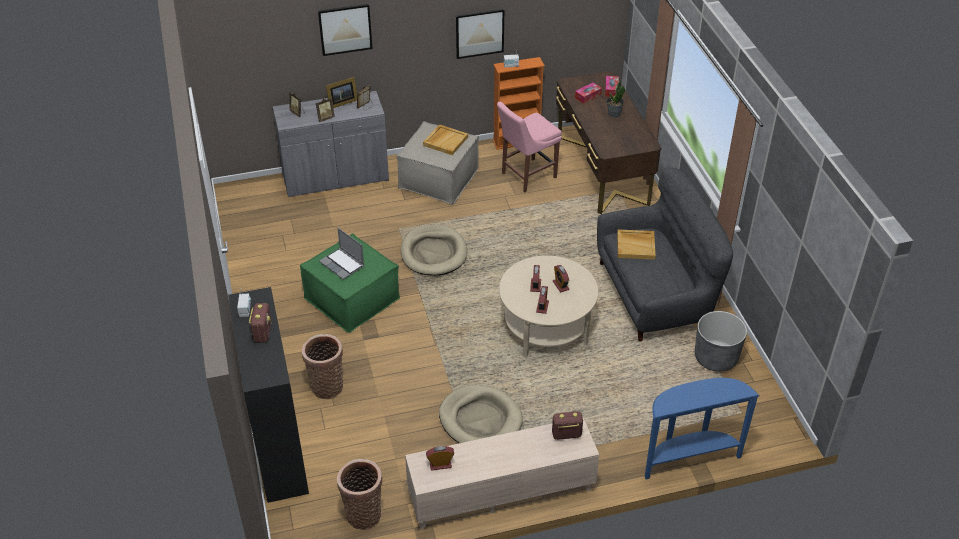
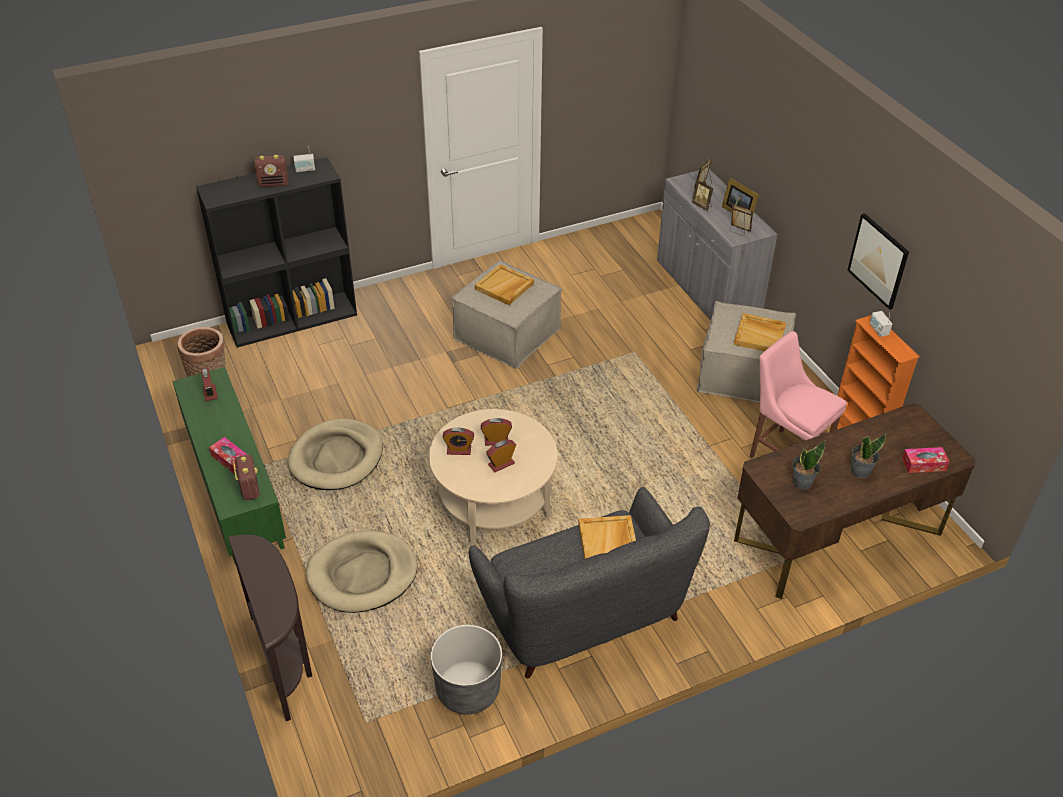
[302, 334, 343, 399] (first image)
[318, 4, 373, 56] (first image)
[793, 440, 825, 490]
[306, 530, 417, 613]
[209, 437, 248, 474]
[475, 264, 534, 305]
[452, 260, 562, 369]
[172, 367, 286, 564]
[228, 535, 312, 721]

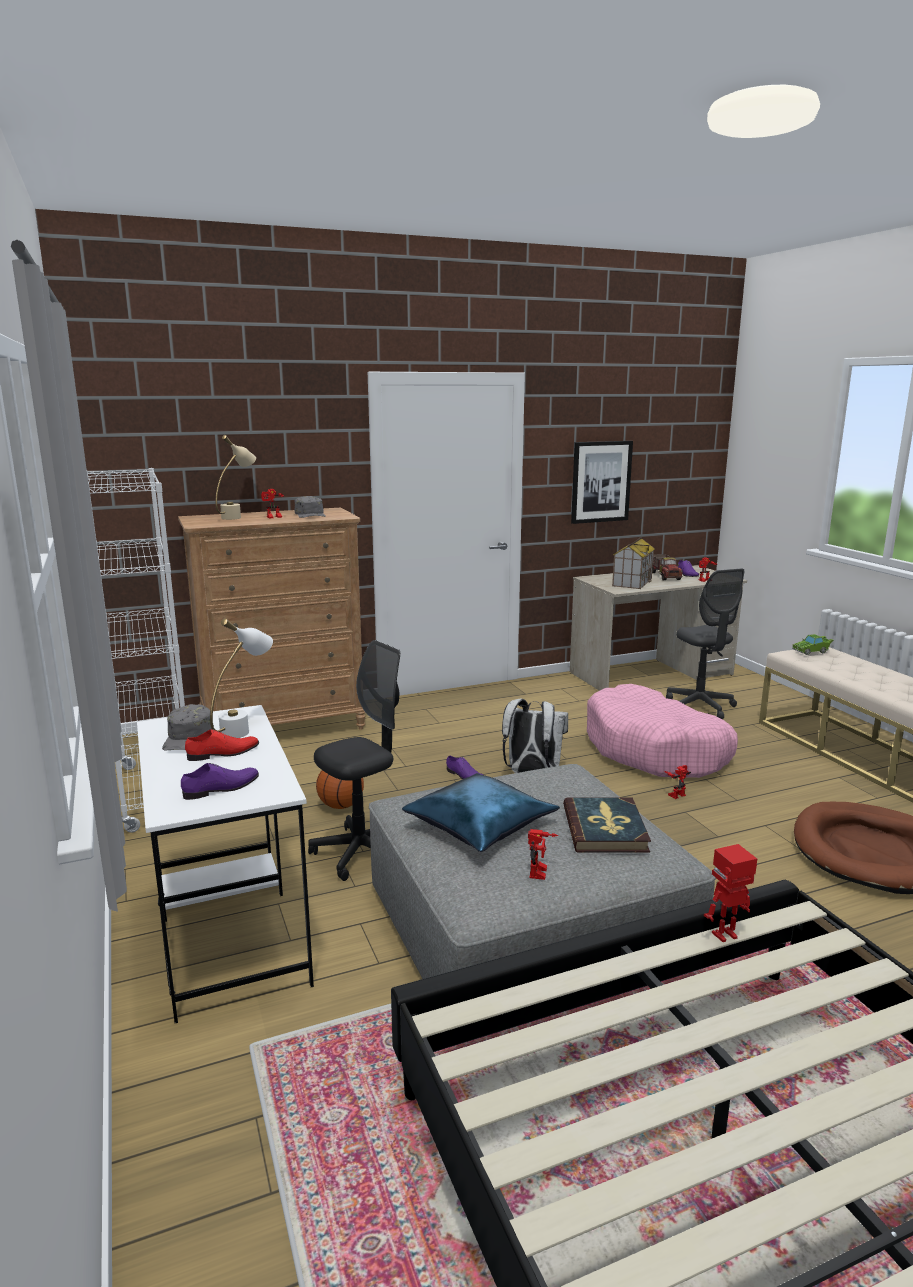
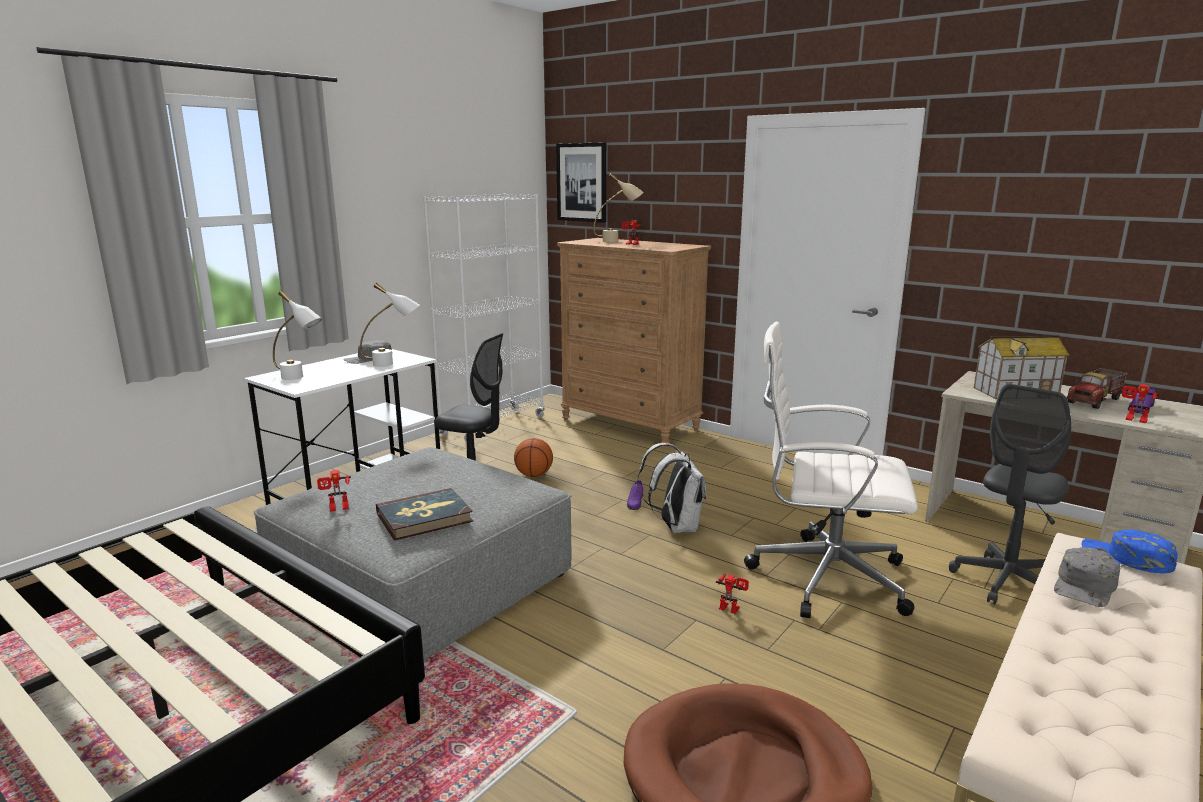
[185, 729, 259, 761] (first image)
[402, 773, 560, 852] (first image)
[704, 844, 757, 942] (first image)
[1054, 547, 1121, 607]
[556, 142, 606, 223]
[273, 290, 322, 380]
[744, 322, 918, 618]
[1081, 530, 1178, 573]

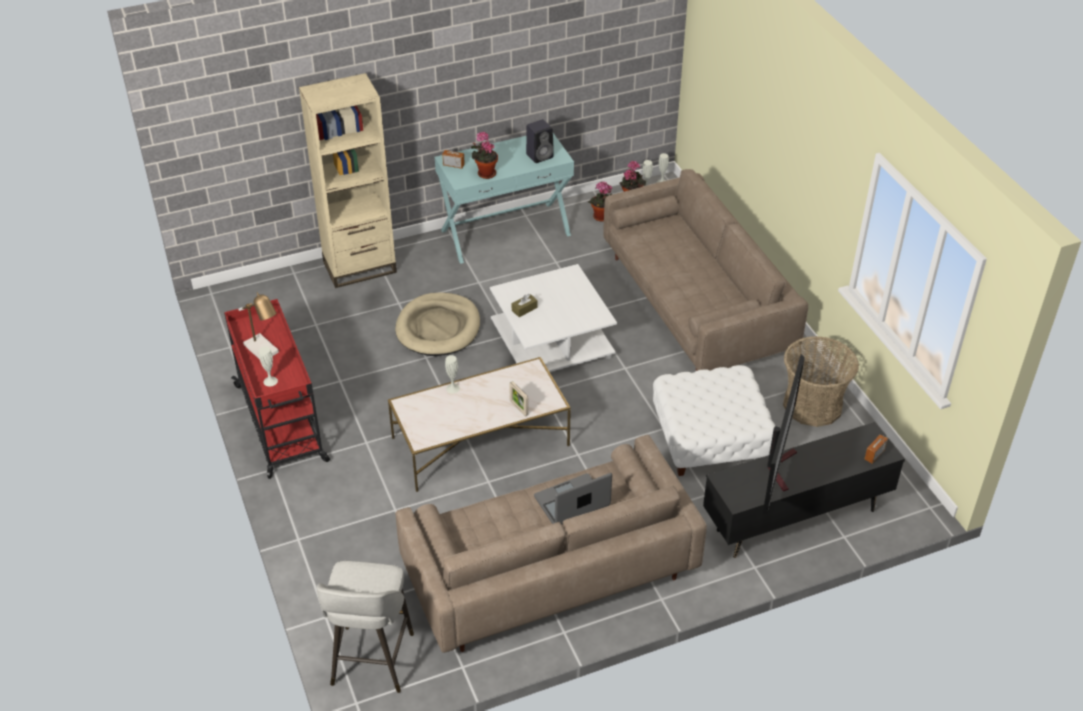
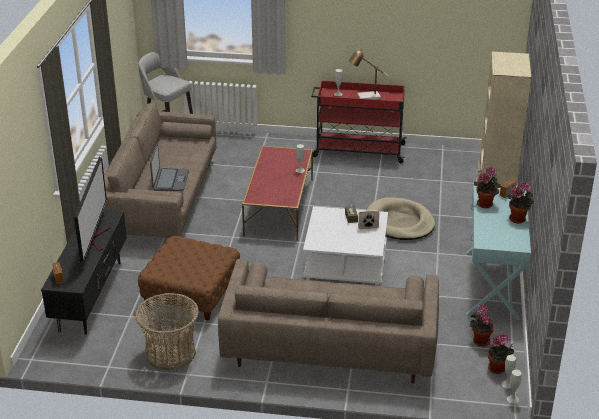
[526, 119, 554, 163] (first image)
[508, 182, 534, 223]
[358, 210, 379, 229]
[242, 146, 313, 241]
[138, 236, 240, 321]
[74, 157, 110, 263]

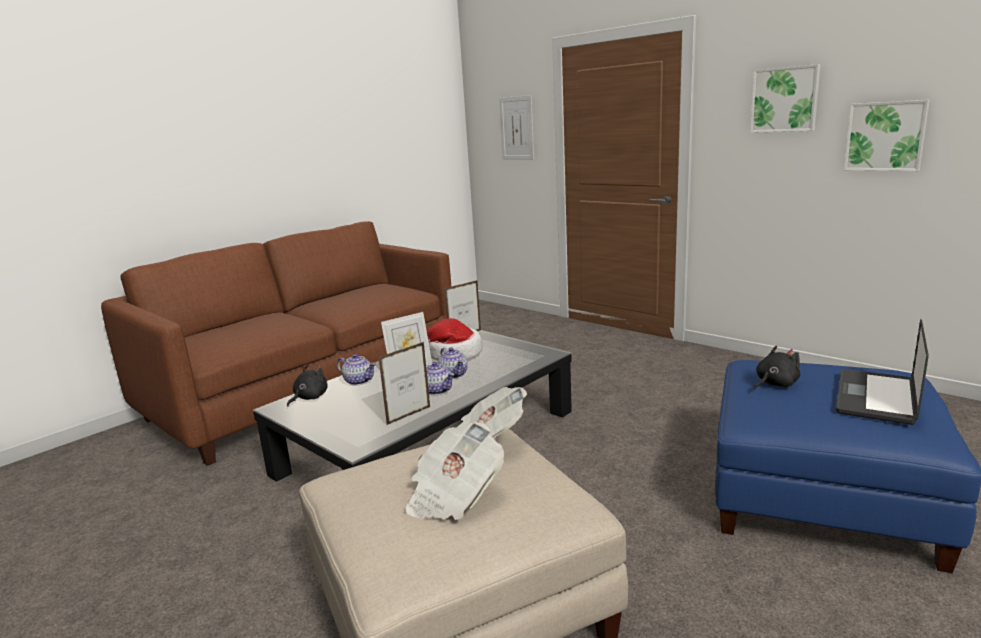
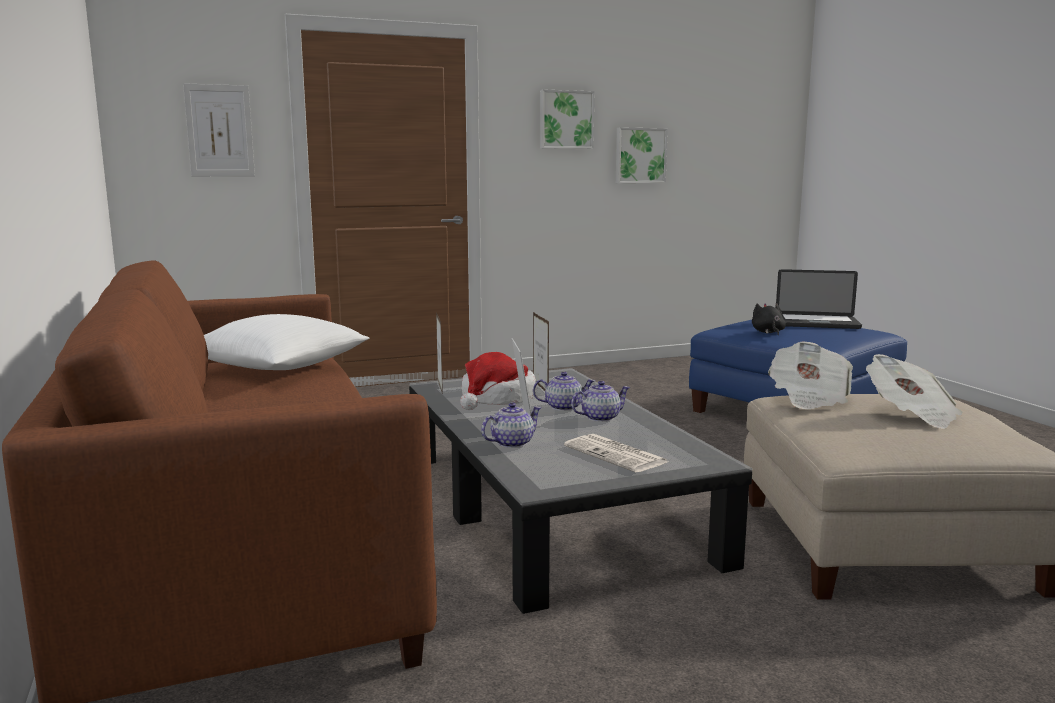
[287, 365, 328, 407] (first image)
[204, 314, 370, 370]
[564, 434, 668, 472]
[533, 312, 549, 391]
[776, 269, 862, 329]

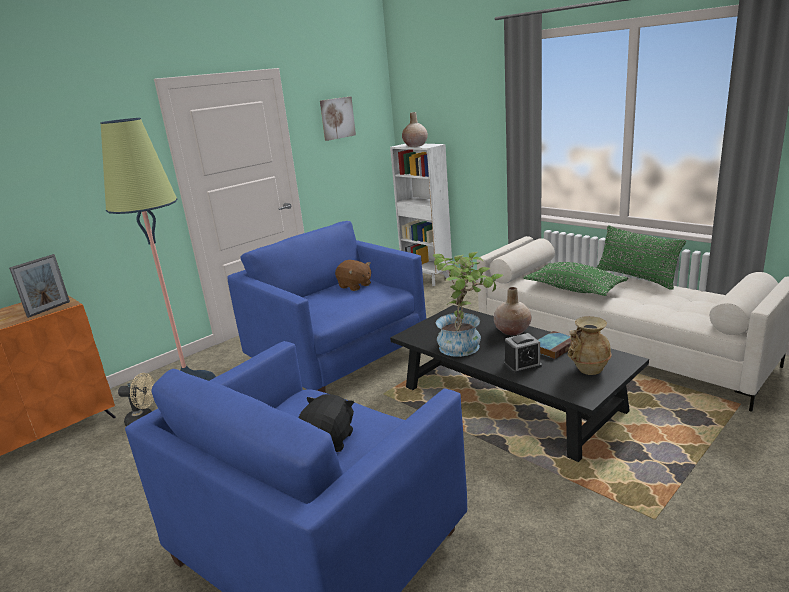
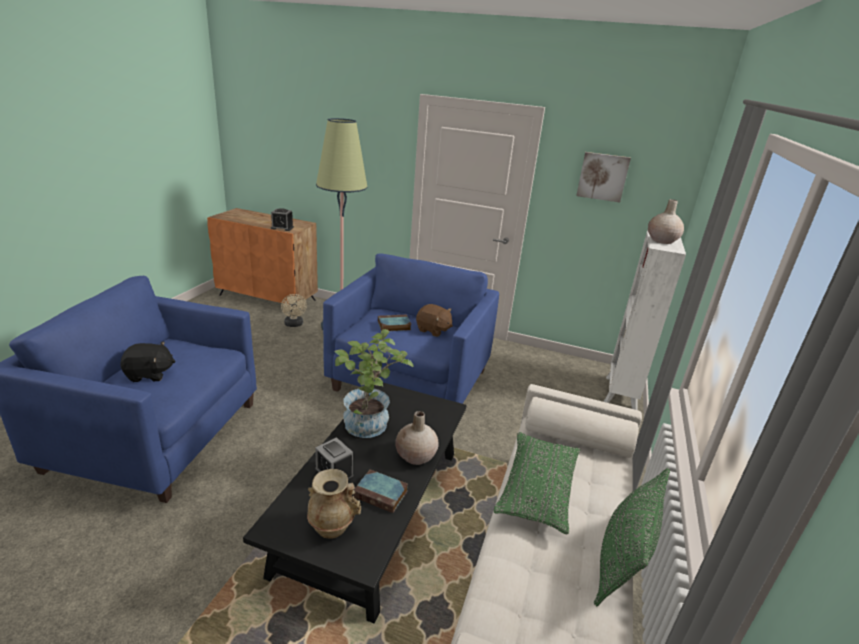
[378, 314, 411, 331]
[271, 208, 294, 231]
[416, 304, 453, 337]

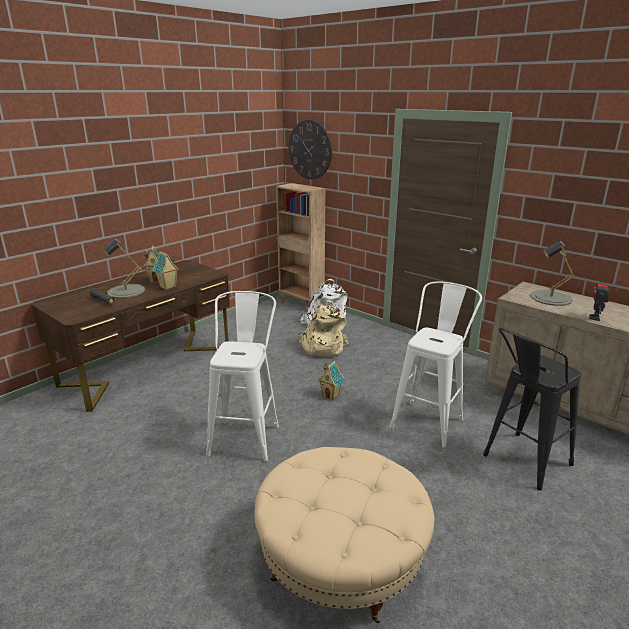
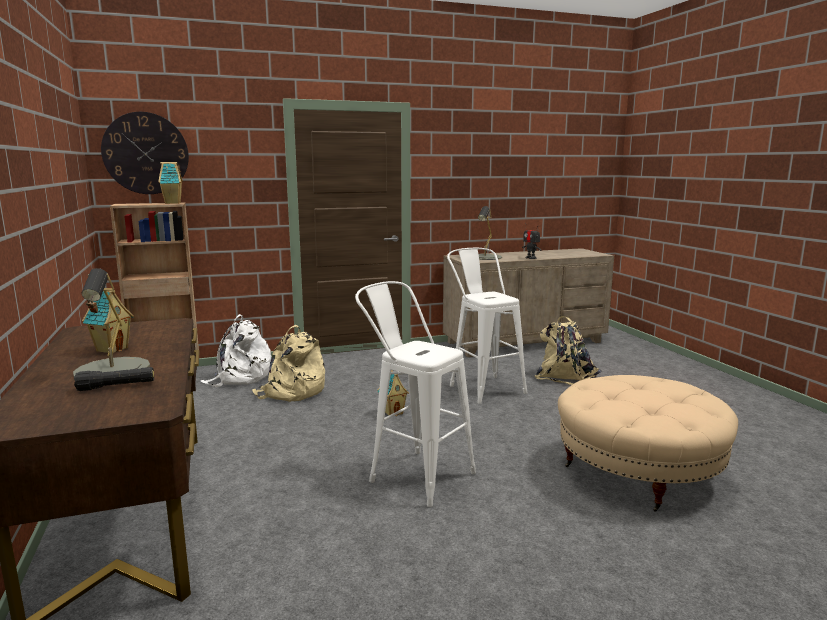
[158, 162, 183, 204]
[535, 316, 602, 385]

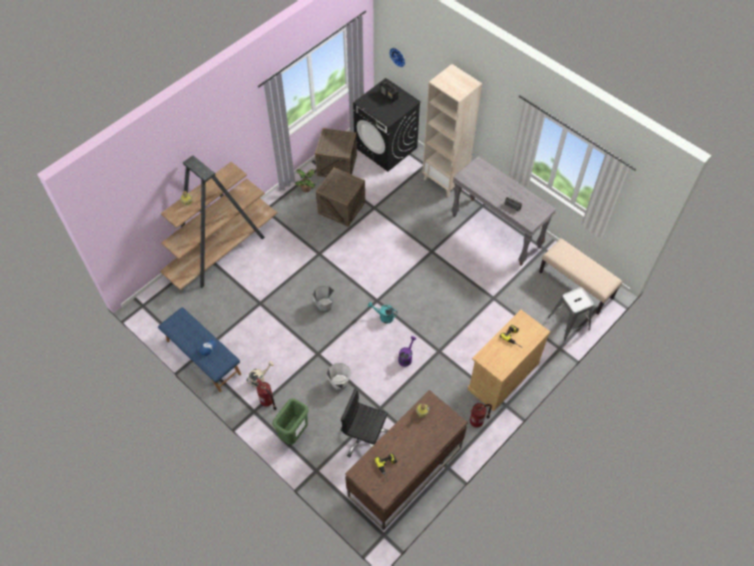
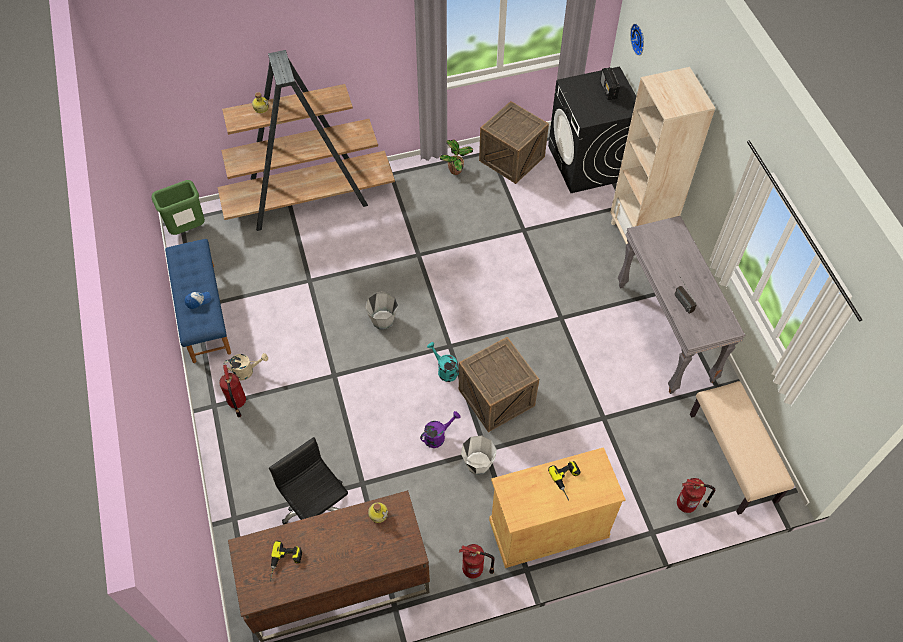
[151, 180, 205, 235]
[459, 337, 539, 432]
[461, 436, 497, 475]
[677, 478, 715, 513]

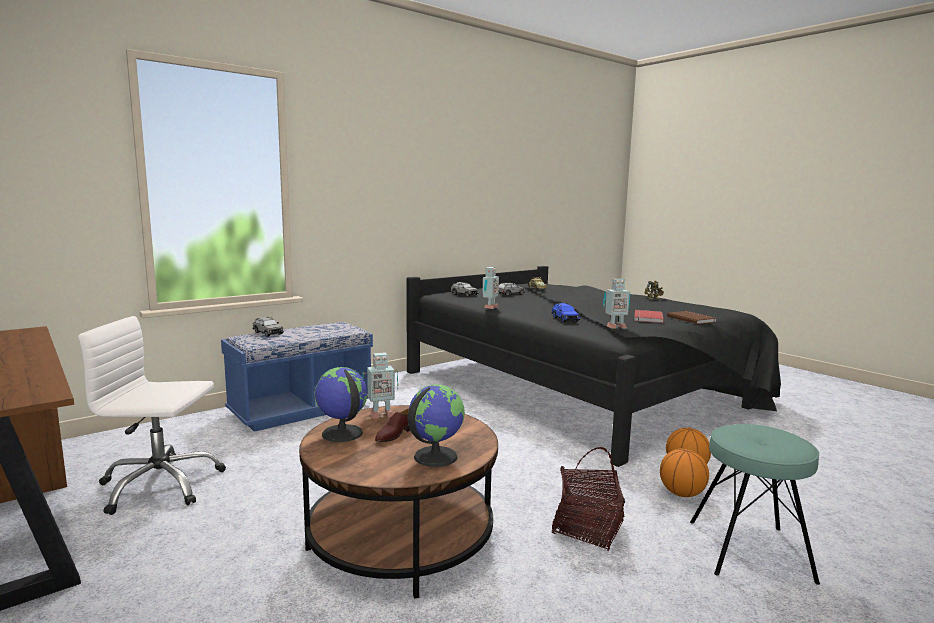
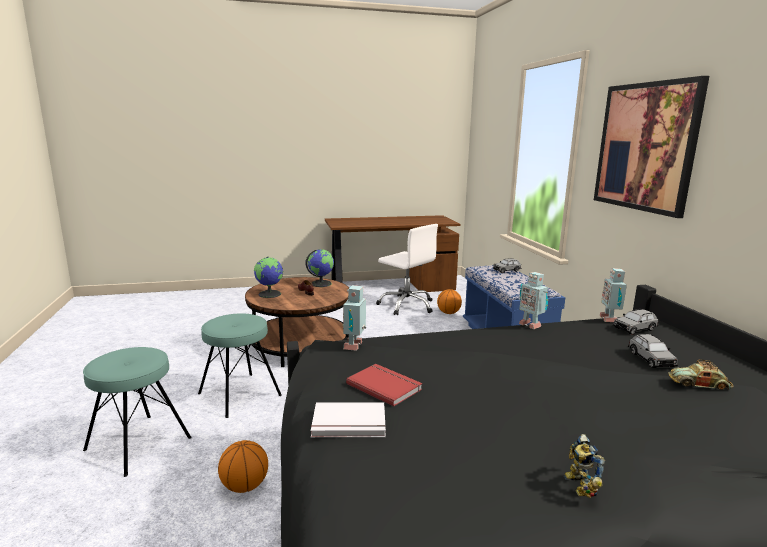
[551, 303, 580, 322] (first image)
[594, 76, 709, 218]
[599, 268, 627, 322]
[437, 289, 462, 314]
[198, 313, 282, 418]
[311, 402, 386, 437]
[376, 224, 438, 315]

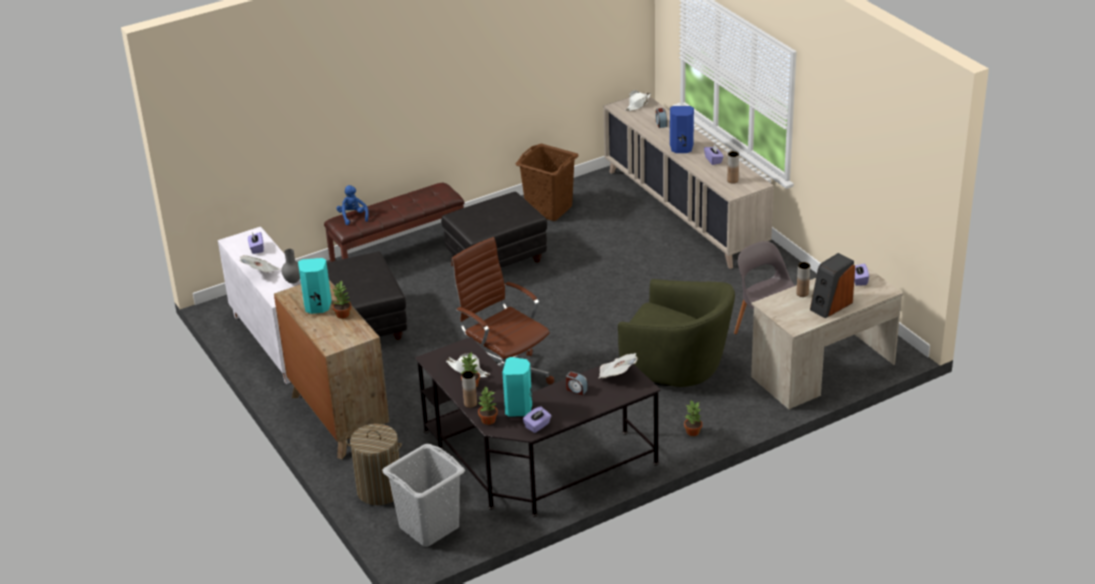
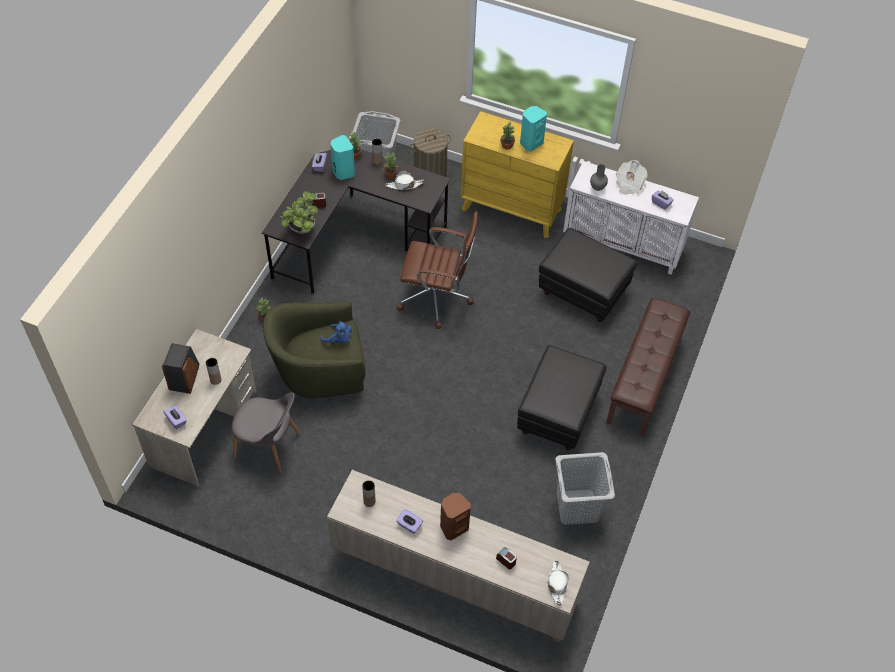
[320, 321, 352, 344]
[280, 191, 318, 234]
[461, 111, 574, 238]
[555, 452, 615, 525]
[440, 493, 471, 540]

